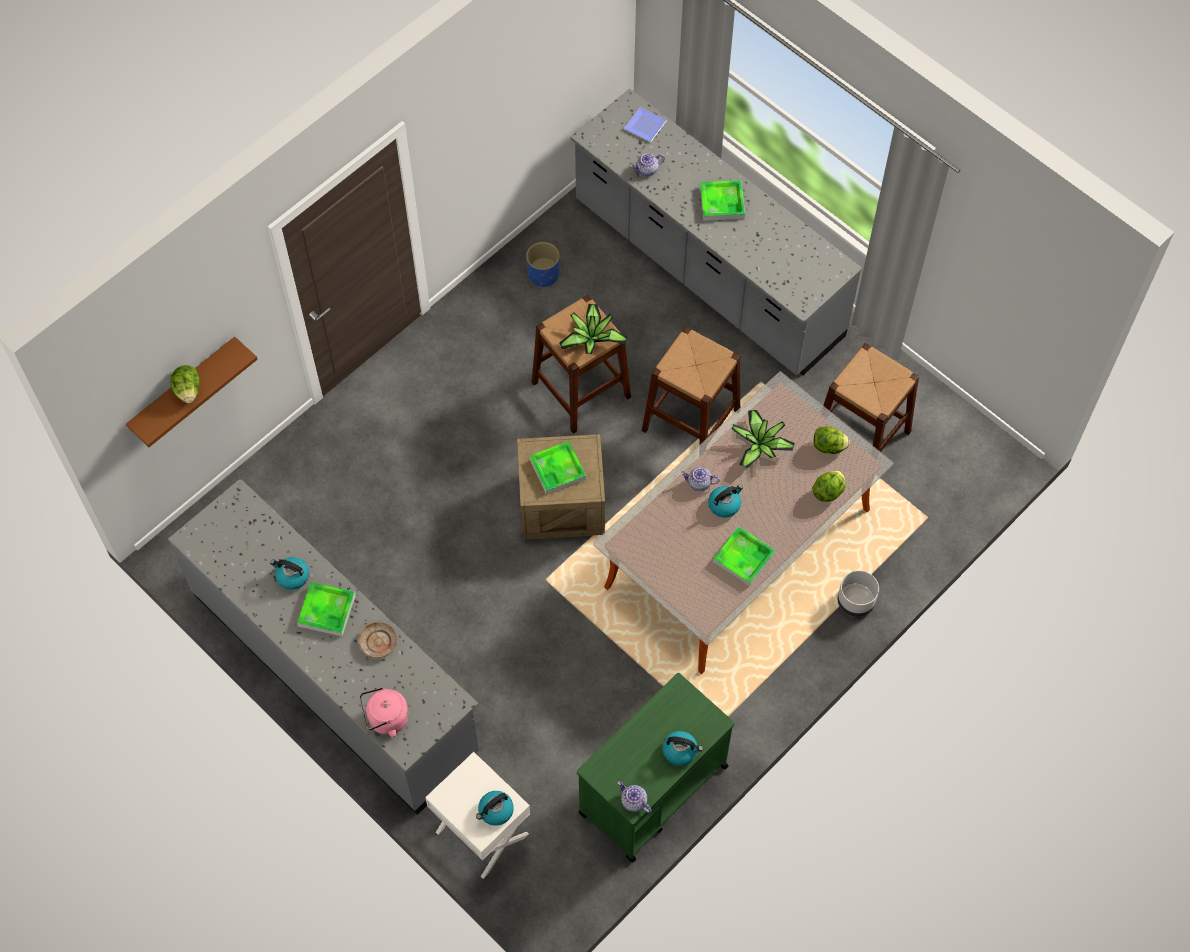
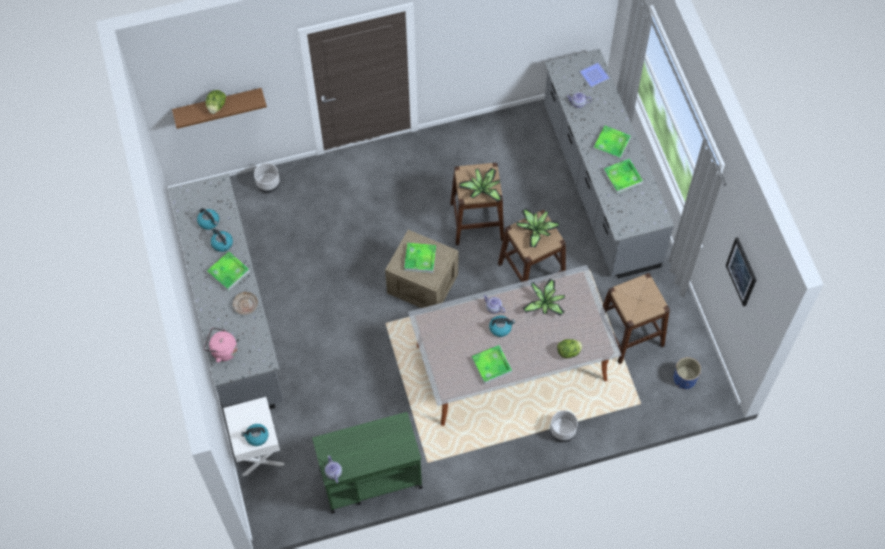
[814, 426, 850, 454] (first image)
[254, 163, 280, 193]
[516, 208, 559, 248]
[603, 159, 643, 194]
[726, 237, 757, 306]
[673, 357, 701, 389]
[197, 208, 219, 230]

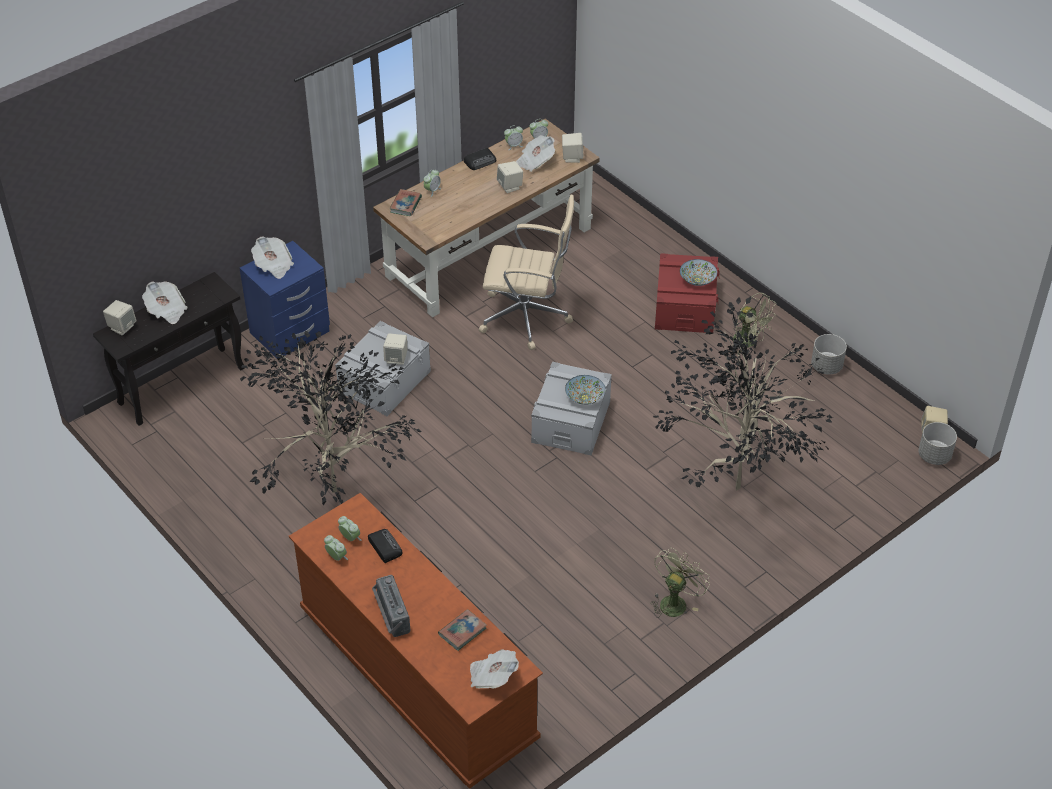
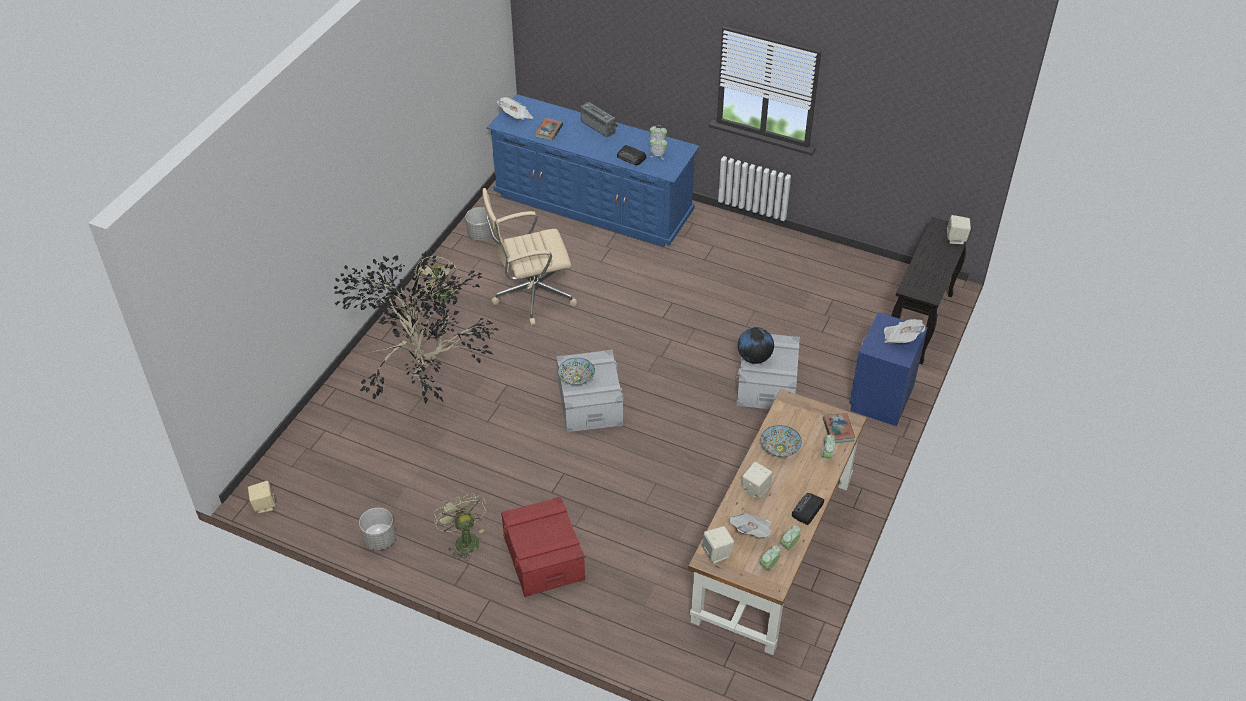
[142, 281, 188, 324] (first image)
[240, 330, 422, 505] (first image)
[482, 188, 577, 326]
[761, 425, 802, 457]
[465, 207, 494, 241]
[738, 327, 774, 364]
[487, 94, 699, 247]
[434, 492, 488, 561]

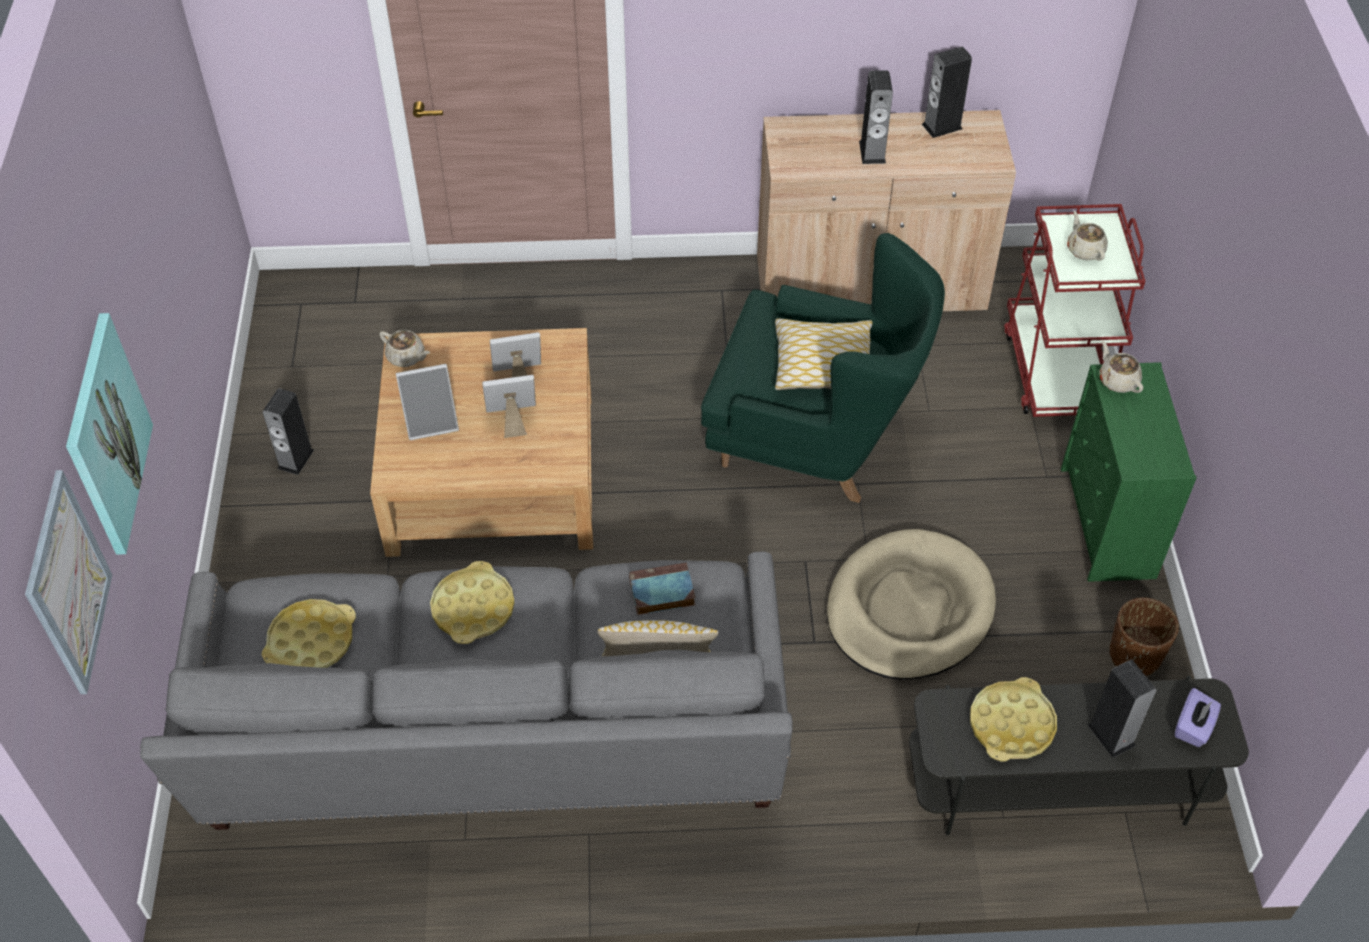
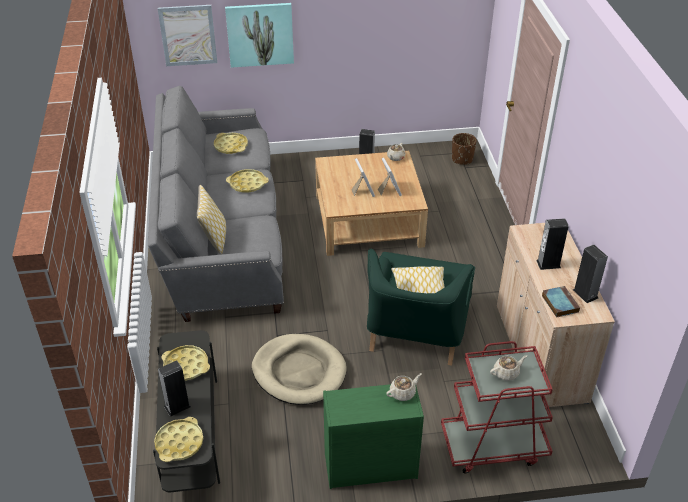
[396, 364, 459, 440] (first image)
[542, 286, 580, 318]
[452, 133, 477, 165]
[154, 417, 203, 462]

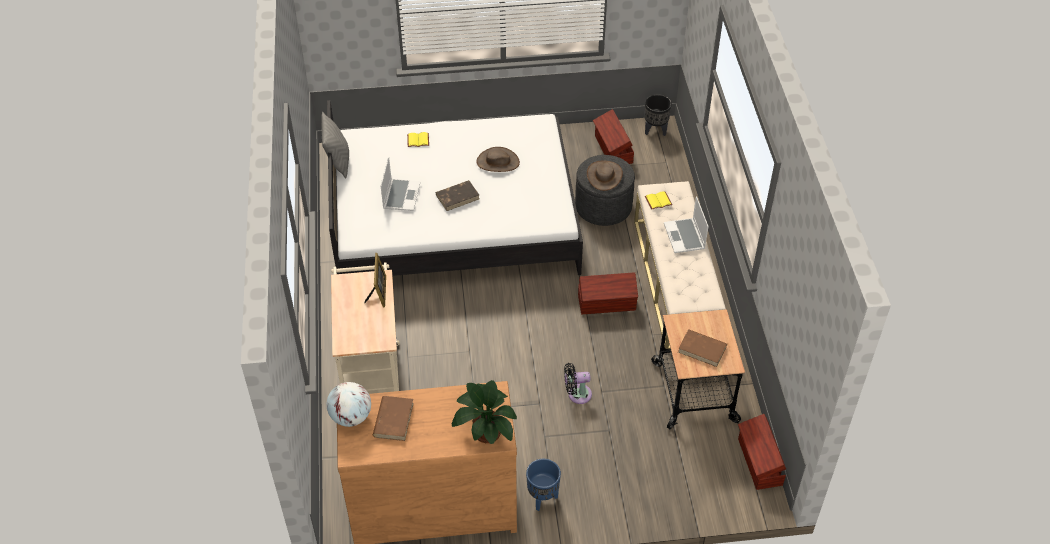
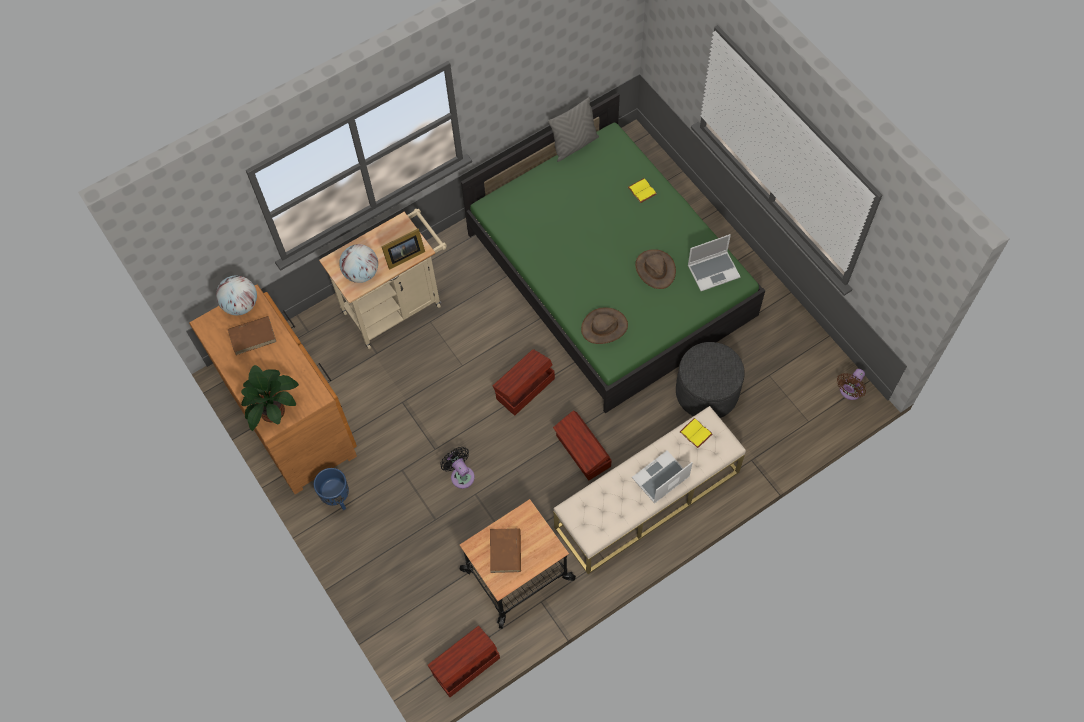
[436, 180, 479, 211] (first image)
[339, 244, 378, 283]
[688, 234, 741, 291]
[581, 308, 628, 344]
[493, 349, 555, 416]
[837, 369, 866, 400]
[461, 93, 765, 413]

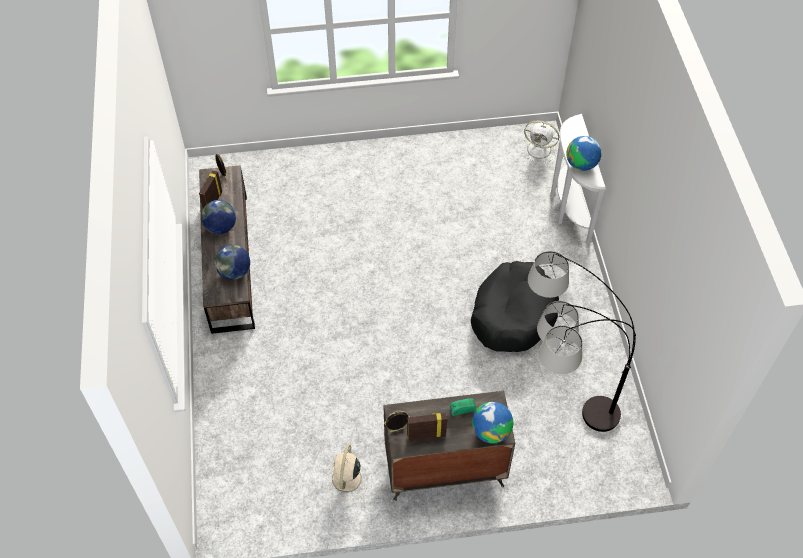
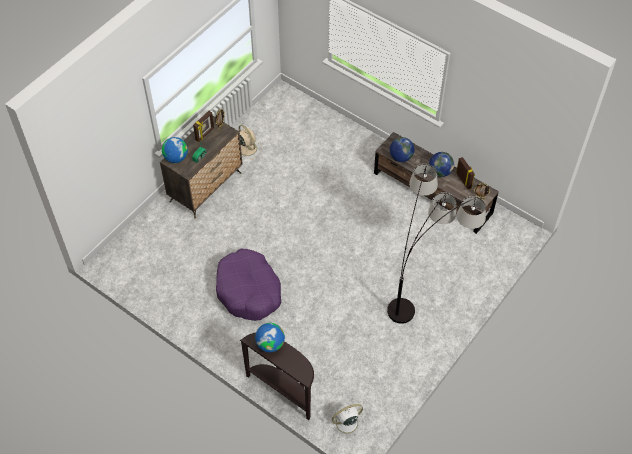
[387, 164, 486, 324]
[216, 249, 281, 321]
[240, 332, 314, 420]

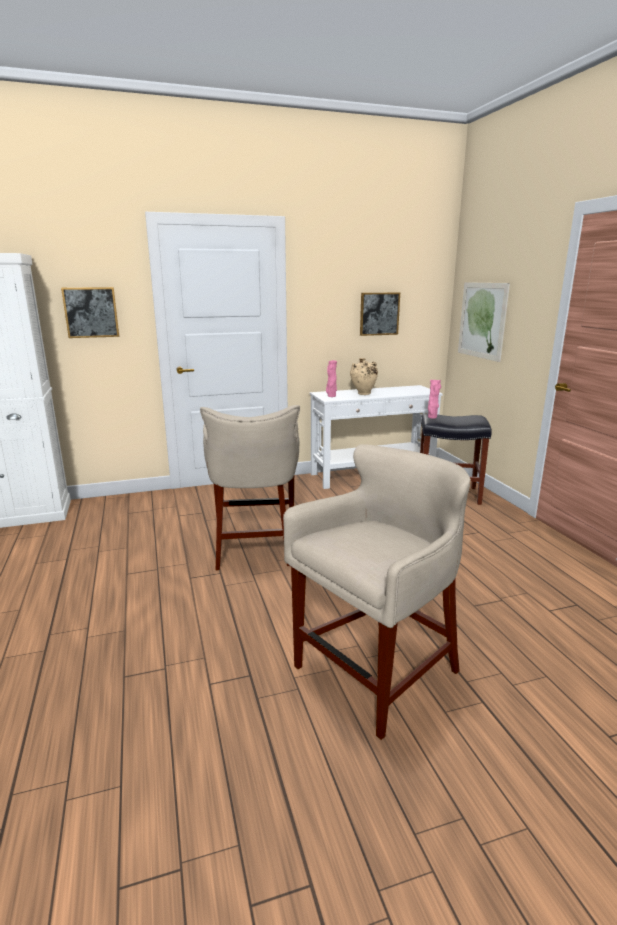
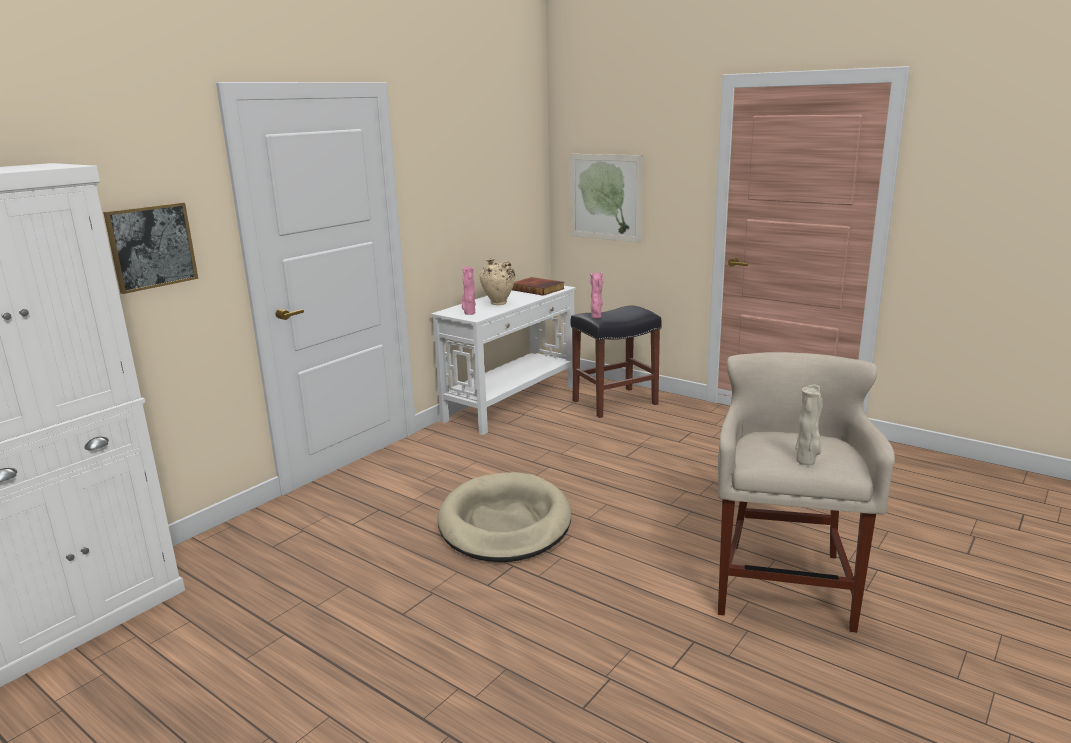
[360, 292, 400, 336] (first image)
[512, 277, 565, 296]
[796, 384, 823, 465]
[438, 472, 571, 562]

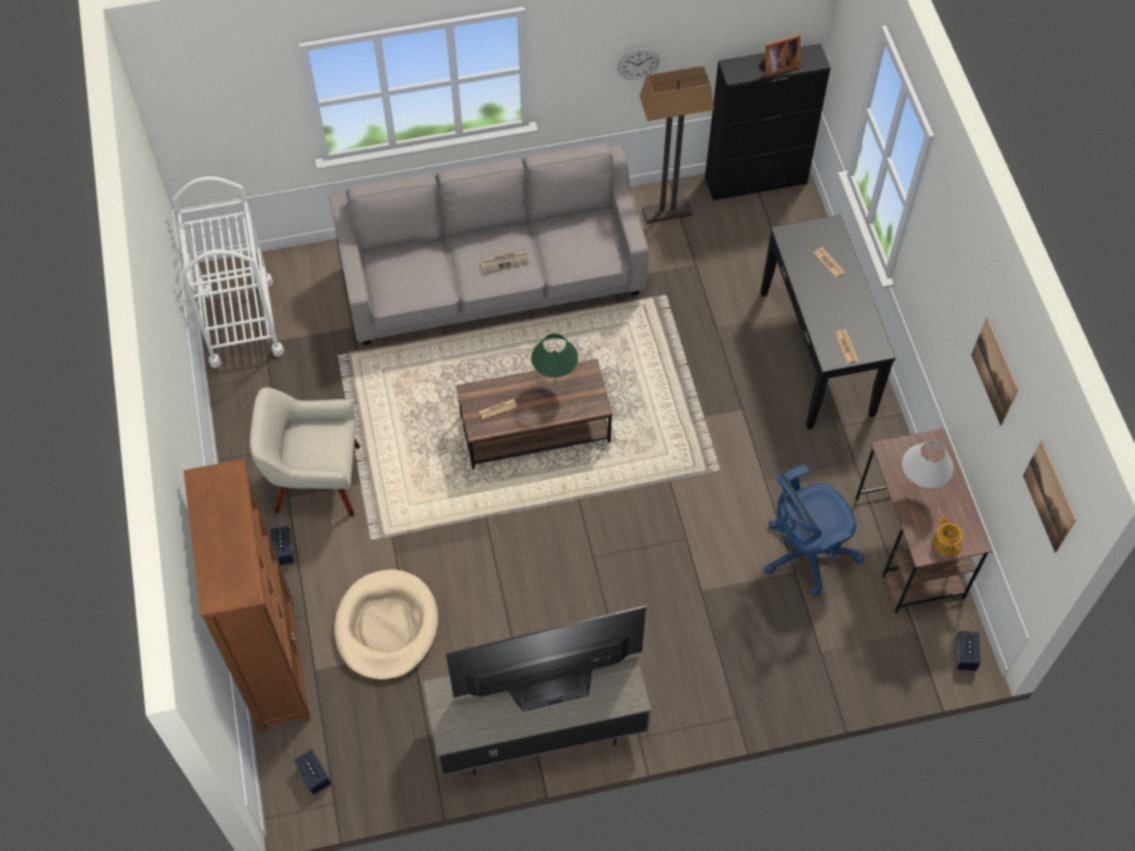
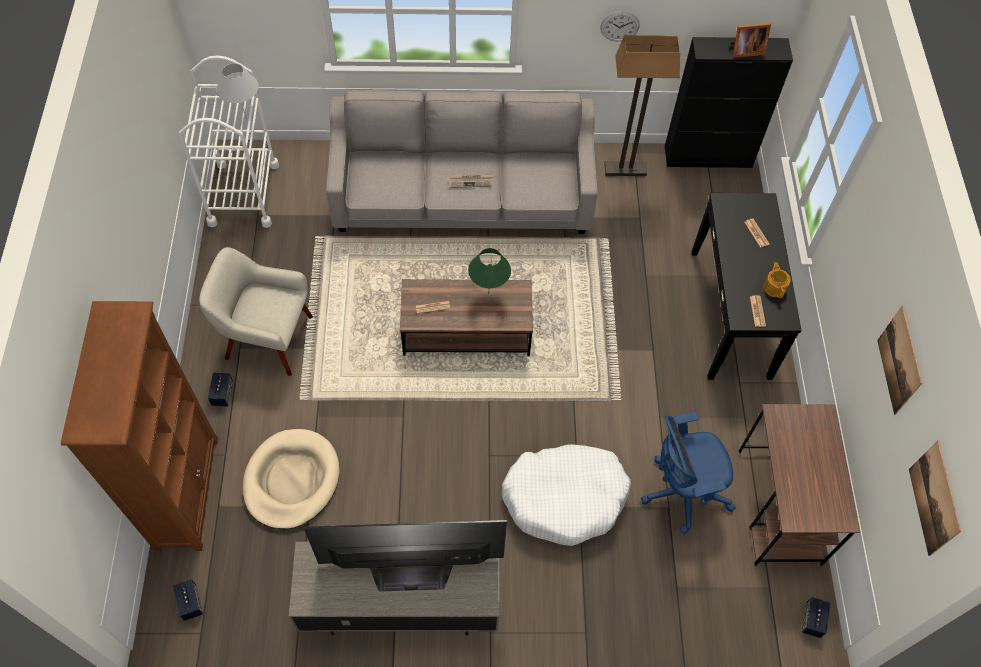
[502, 444, 631, 546]
[216, 63, 258, 118]
[763, 262, 791, 298]

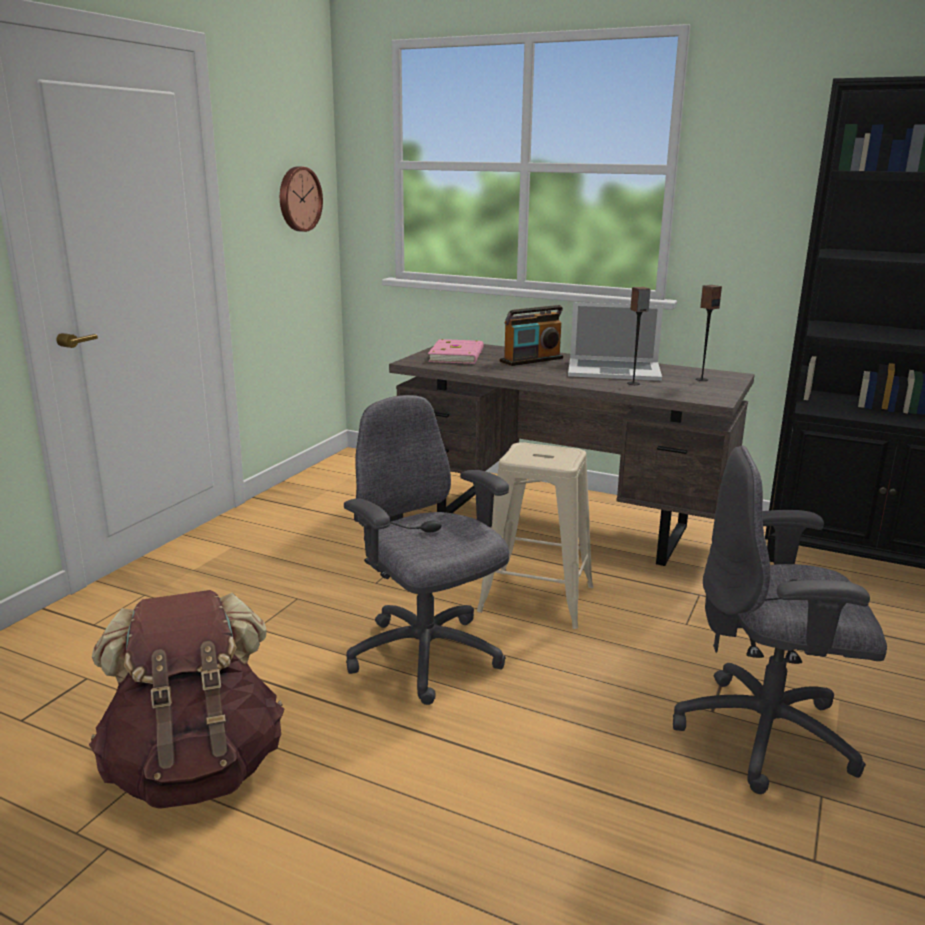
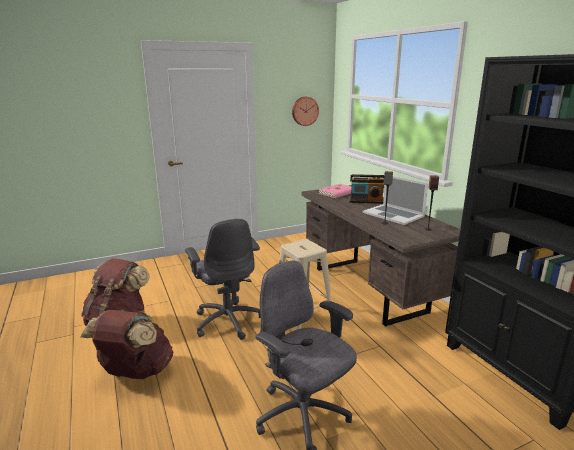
[80, 310, 174, 379]
[185, 219, 261, 340]

